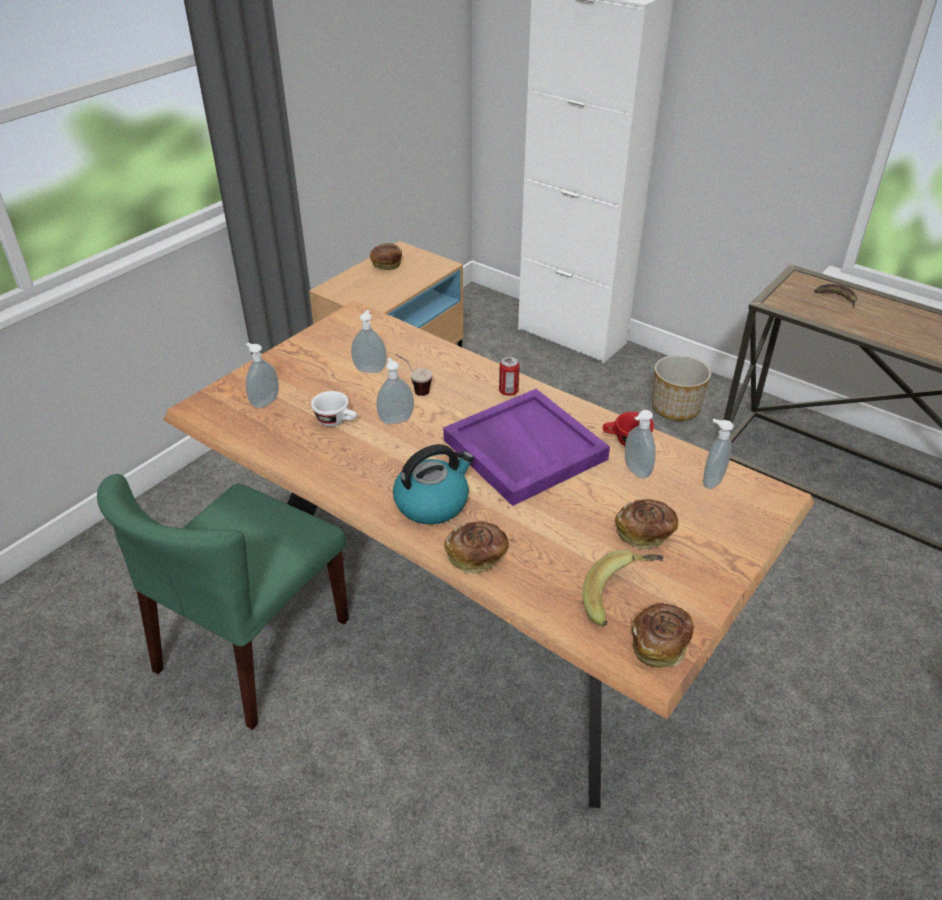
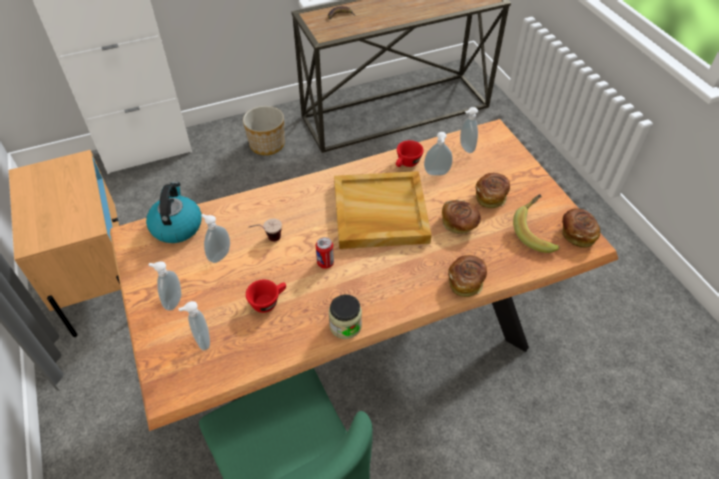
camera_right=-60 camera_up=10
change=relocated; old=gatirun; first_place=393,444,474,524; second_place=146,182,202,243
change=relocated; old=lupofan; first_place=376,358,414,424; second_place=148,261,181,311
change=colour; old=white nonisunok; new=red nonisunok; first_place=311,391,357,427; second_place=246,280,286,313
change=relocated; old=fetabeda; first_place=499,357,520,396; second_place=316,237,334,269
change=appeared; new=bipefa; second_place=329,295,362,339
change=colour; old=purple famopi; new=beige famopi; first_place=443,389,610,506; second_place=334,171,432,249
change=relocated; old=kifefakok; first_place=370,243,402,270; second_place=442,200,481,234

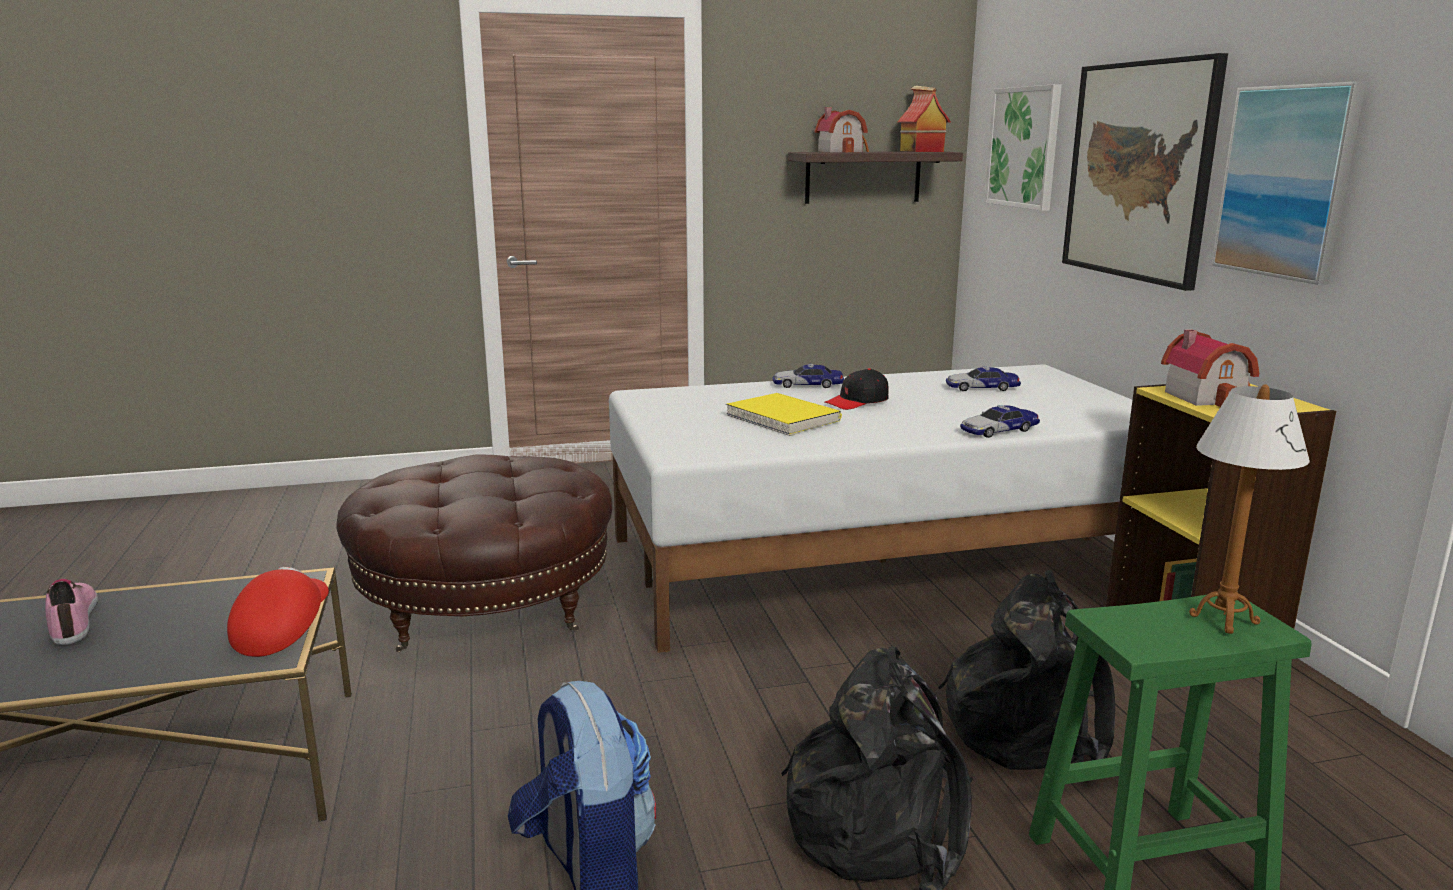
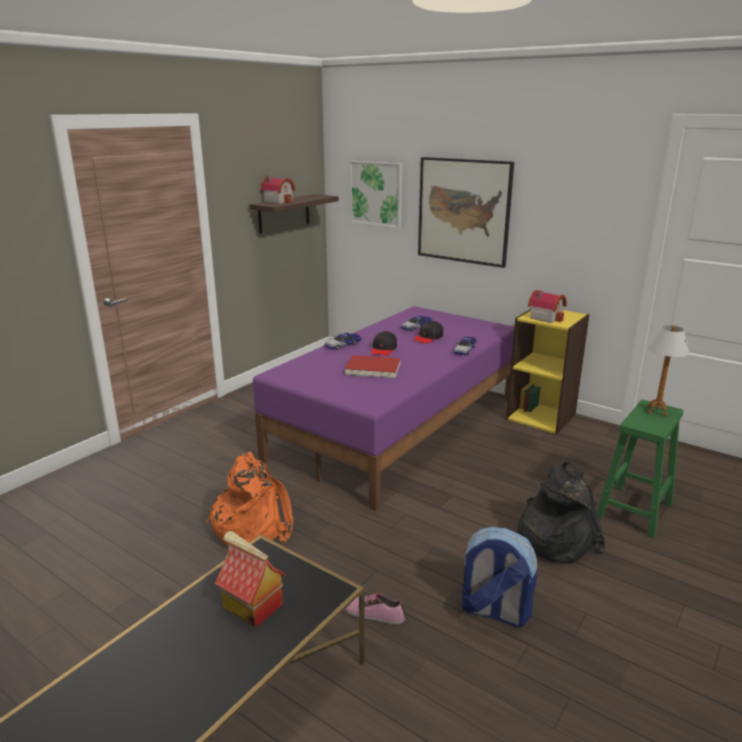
camera_right=-40 camera_up=5
change=exchanged; old=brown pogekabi; new=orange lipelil; first_place=336,454,613,652; second_place=206,452,293,546
change=relocated; old=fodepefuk; first_place=897,86,951,152; second_place=215,531,286,627
change=colour; old=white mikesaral; new=purple mikesaral; first_place=609,364,1132,653; second_place=253,306,515,511
change=relocated; old=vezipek; first_place=45,579,98,645; second_place=344,593,406,624
change=colour; old=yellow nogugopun; new=red nogugopun; first_place=726,393,842,436; second_place=345,355,400,378
change=appeared; new=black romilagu; second_place=413,321,443,344
change=missing; old=red romilagu; first_place=227,567,329,657
change=missing; old=black lipelil; first_place=938,570,1115,770
change=missing; old=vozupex; first_place=1212,81,1366,285

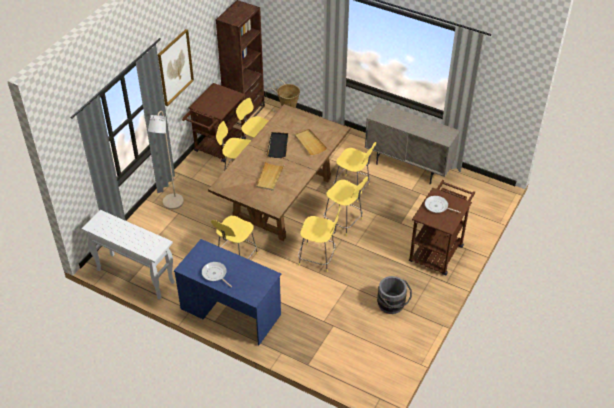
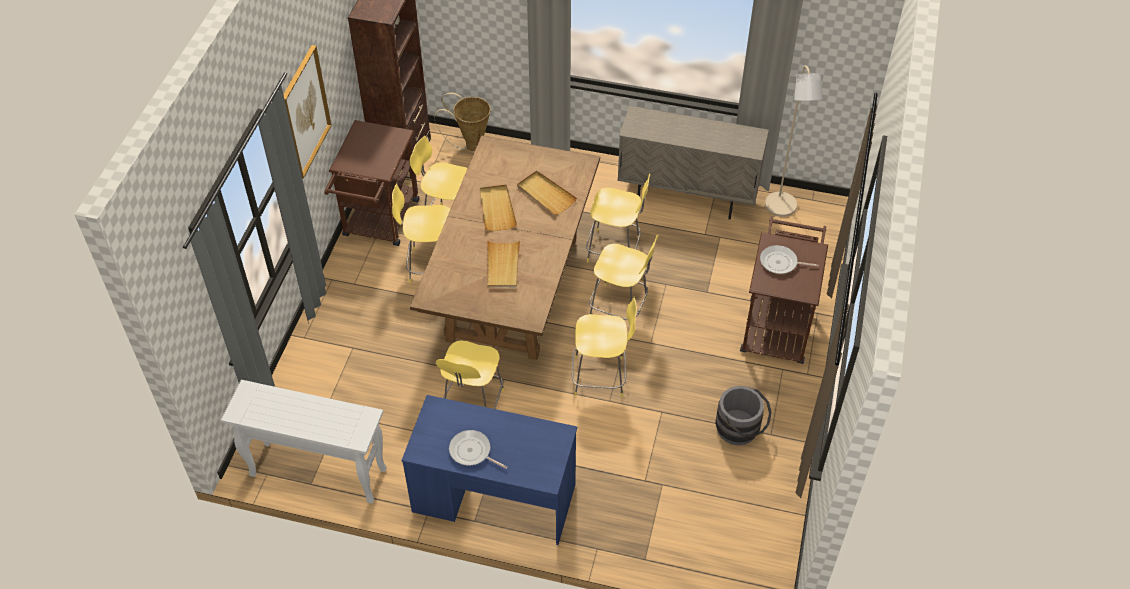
camera_right=-15 camera_up=5
change=colour; old=black famopi; new=beige famopi; first_place=266,132,288,158; second_place=480,184,517,231
change=relocated; old=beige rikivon; first_place=148,111,184,210; second_place=765,66,823,217

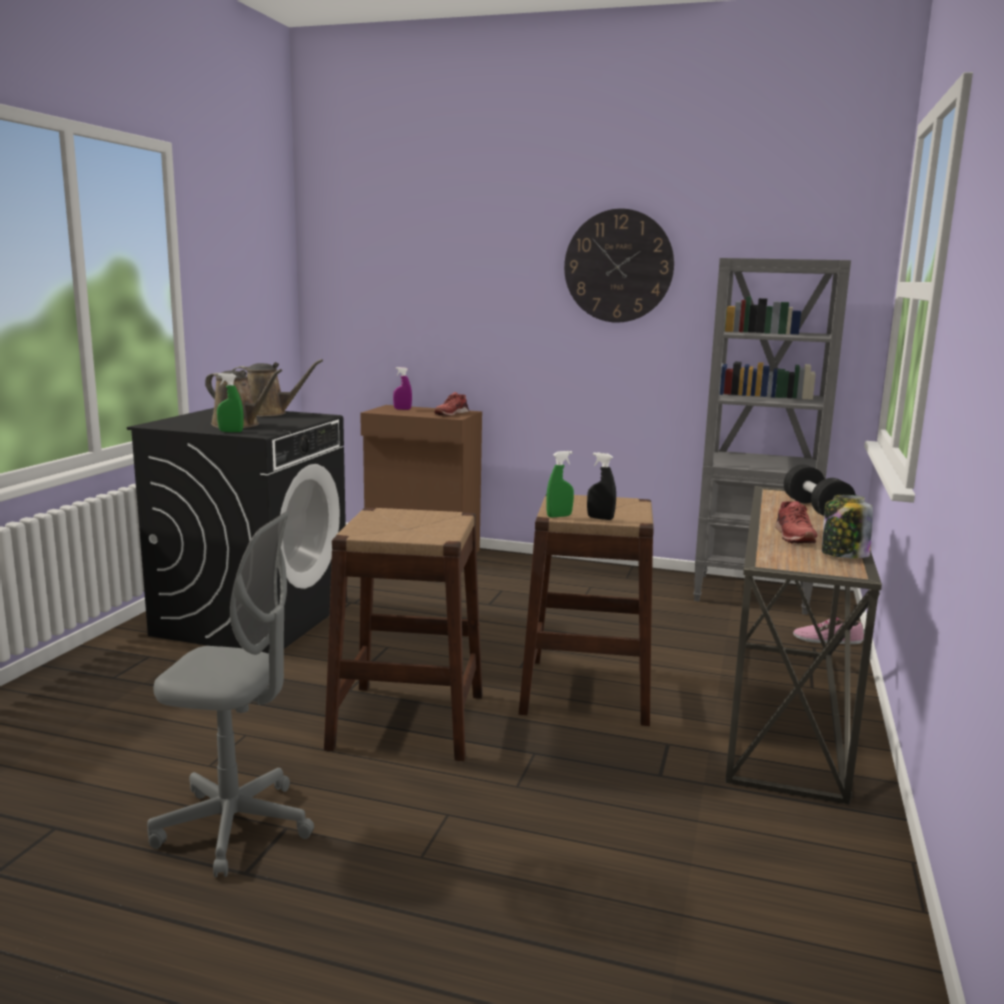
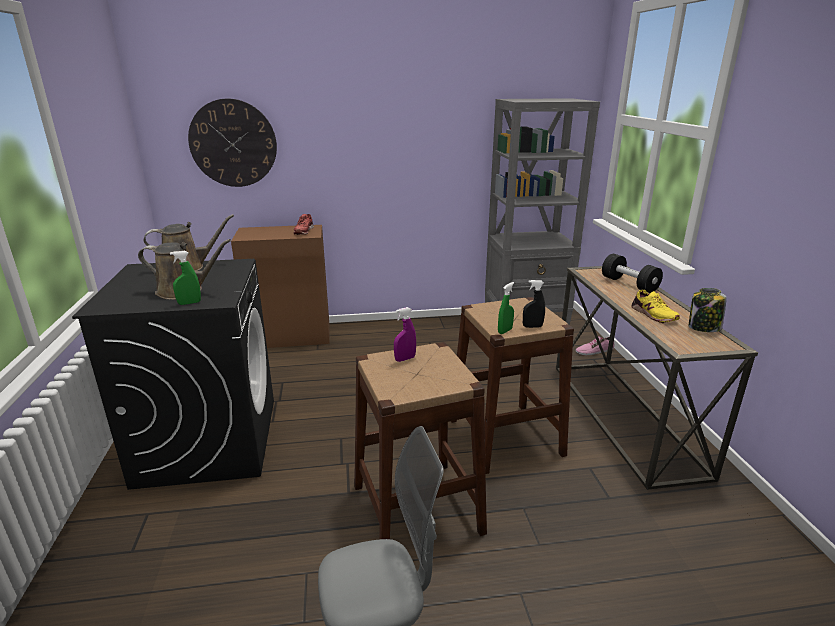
camera_right=-25 camera_up=10
change=relocated; old=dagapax; first_place=564,209,674,323; second_place=188,98,277,187
change=relocated; old=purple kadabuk; first_place=393,367,412,410; second_place=394,307,416,362
change=colour; old=red vezipek; new=yellow vezipek; first_place=775,501,817,543; second_place=632,290,680,323

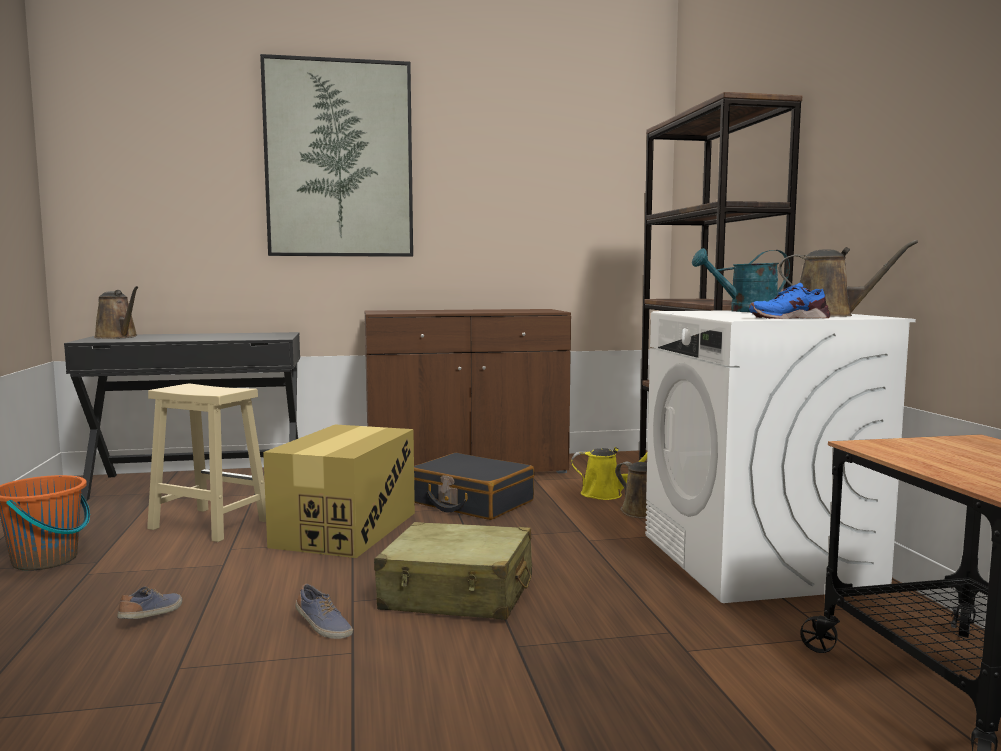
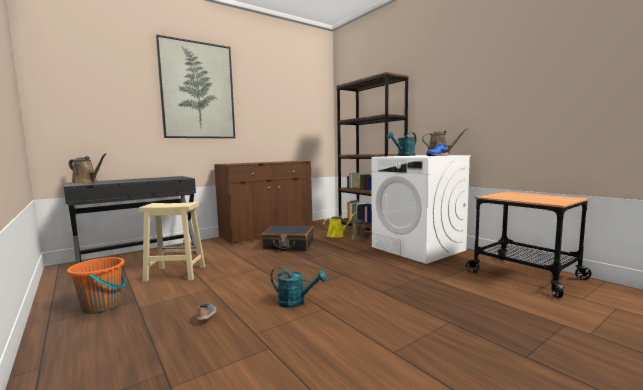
camera_right=-25 camera_up=0
change=exchanged; old=vezipek; new=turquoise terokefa; first_place=296,584,353,639; second_place=271,267,327,308
change=missing; old=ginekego; first_place=263,424,415,558
change=missing; old=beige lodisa; first_place=374,522,532,620

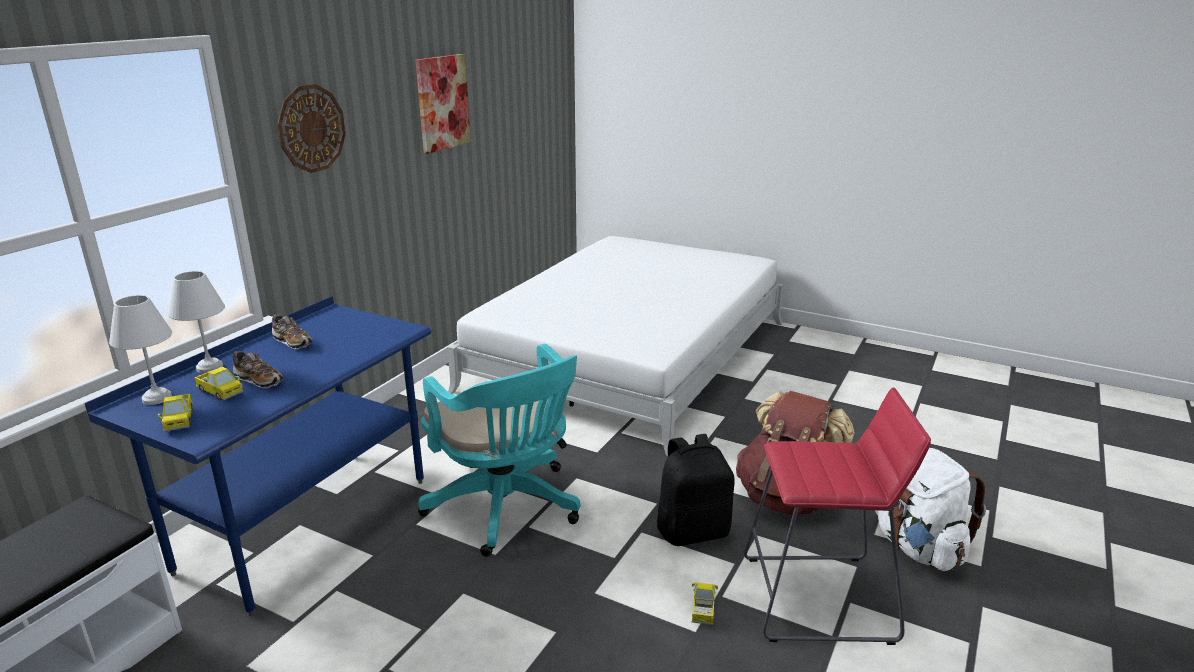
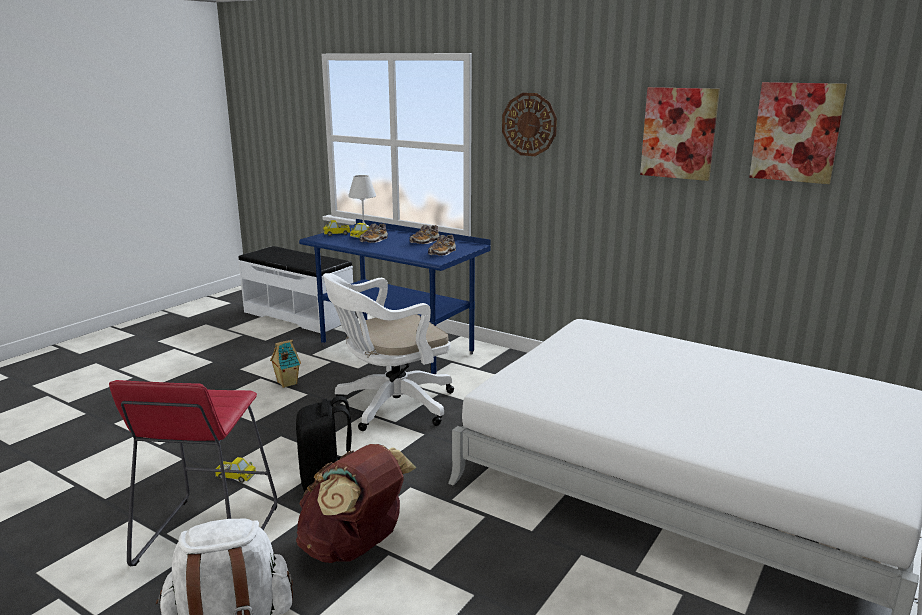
camera_right=95 camera_up=-5
change=appeared; new=fodepefuk; second_place=270,340,301,388
change=colour; old=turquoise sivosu; new=white sivosu; first_place=418,344,580,557; second_place=323,273,454,431
change=appeared; new=vezipek; second_place=428,235,456,256
change=appeared; new=vozupex; second_place=749,82,847,184
change=missing; old=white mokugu; first_place=168,271,225,373

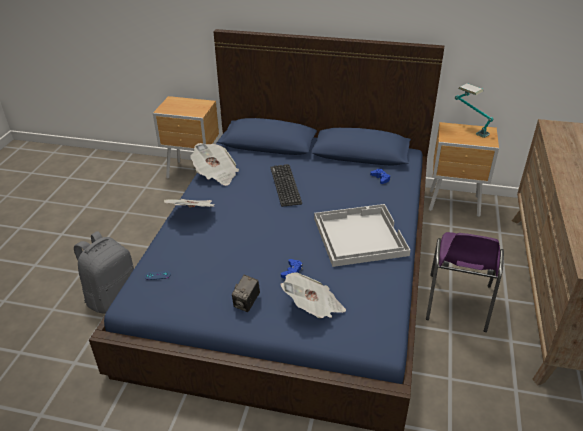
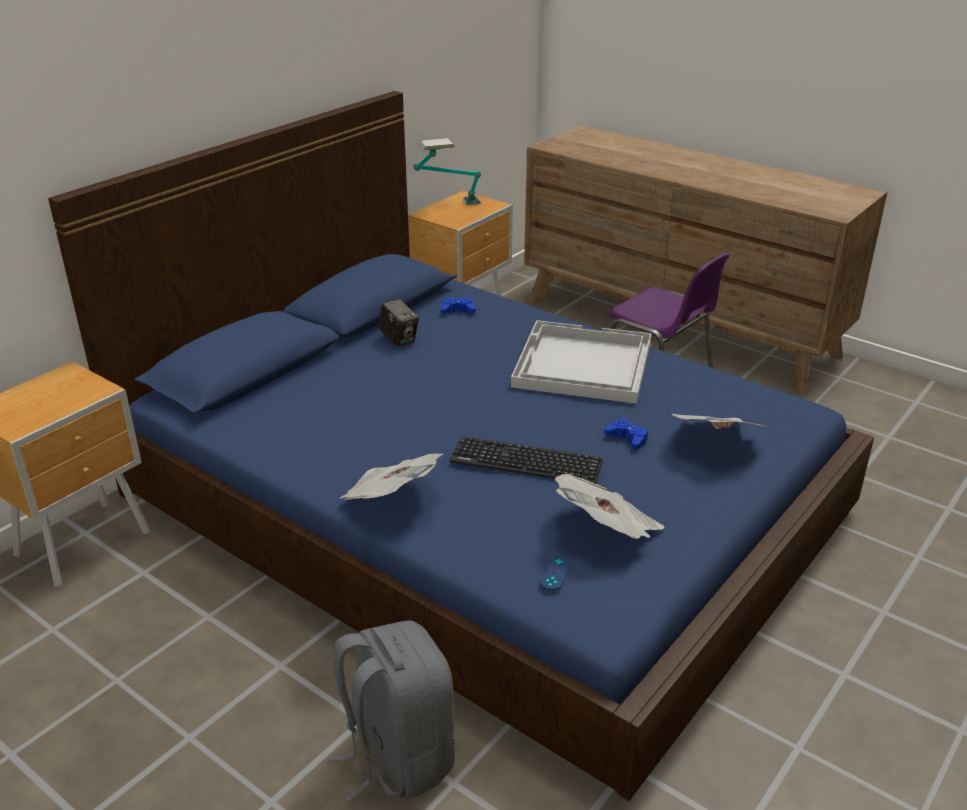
camera_right=-65 camera_up=-5
change=relocated; old=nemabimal; first_place=232,275,260,312; second_place=378,299,419,346
change=relocated; old=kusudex; first_place=270,164,302,207; second_place=449,437,603,484
change=relocated; old=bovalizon; first_place=190,143,239,186; second_place=555,474,665,539

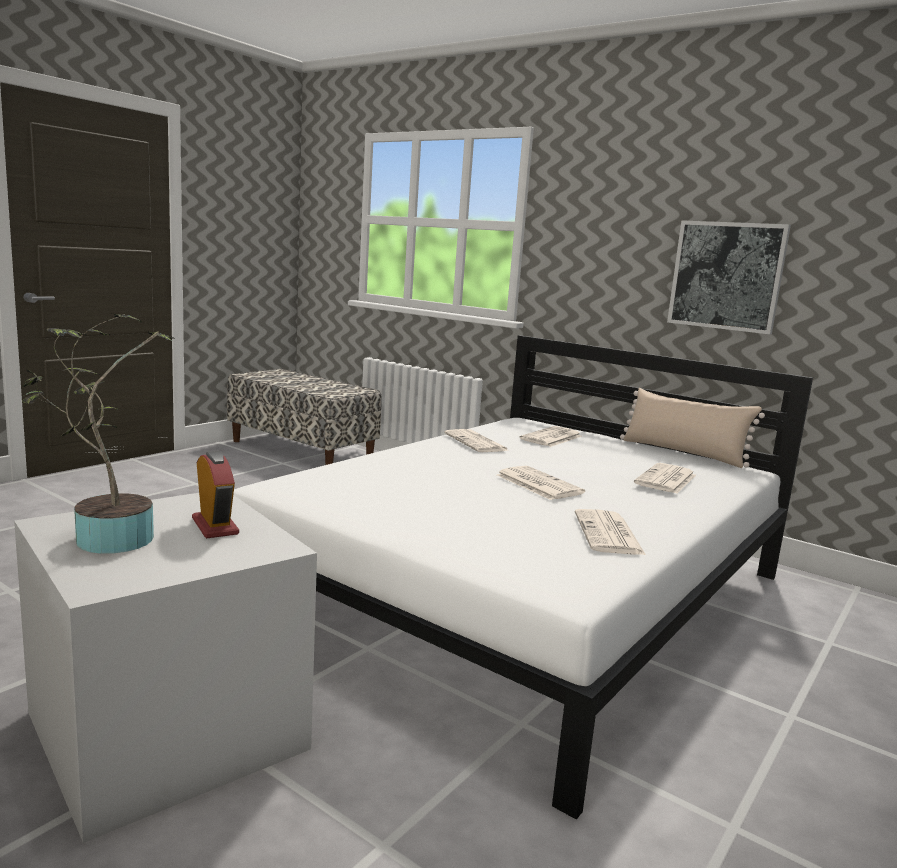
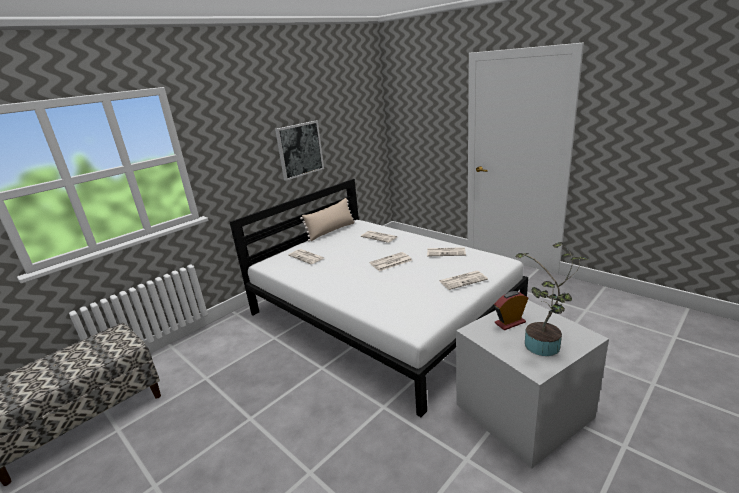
camera_right=-80 camera_up=10
change=relocated; old=bovalizon; first_place=444,429,509,452; second_place=439,271,488,290

